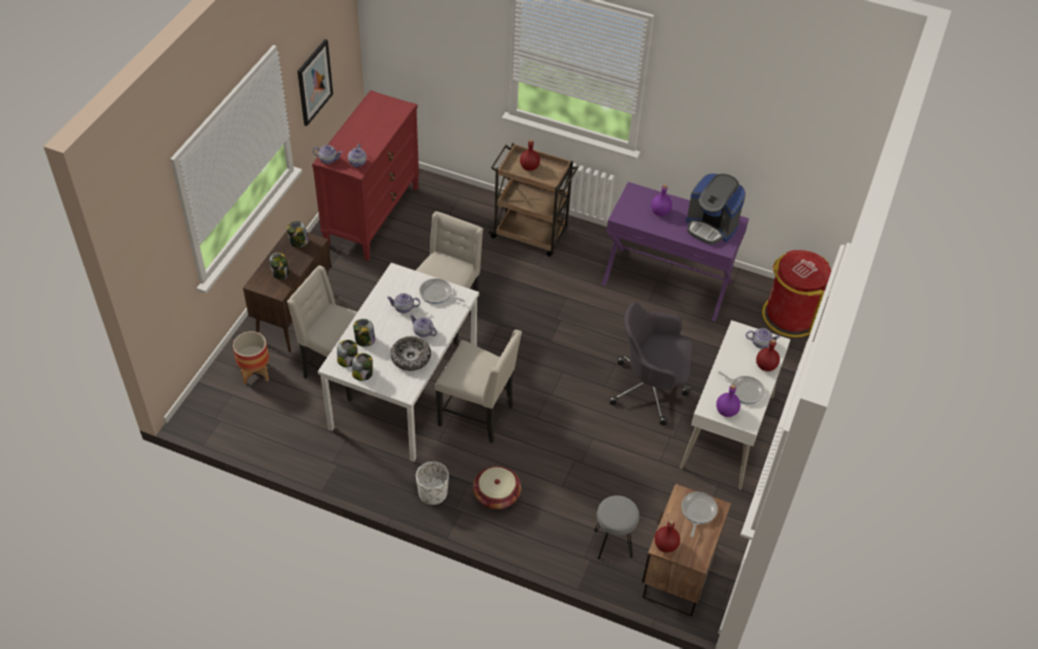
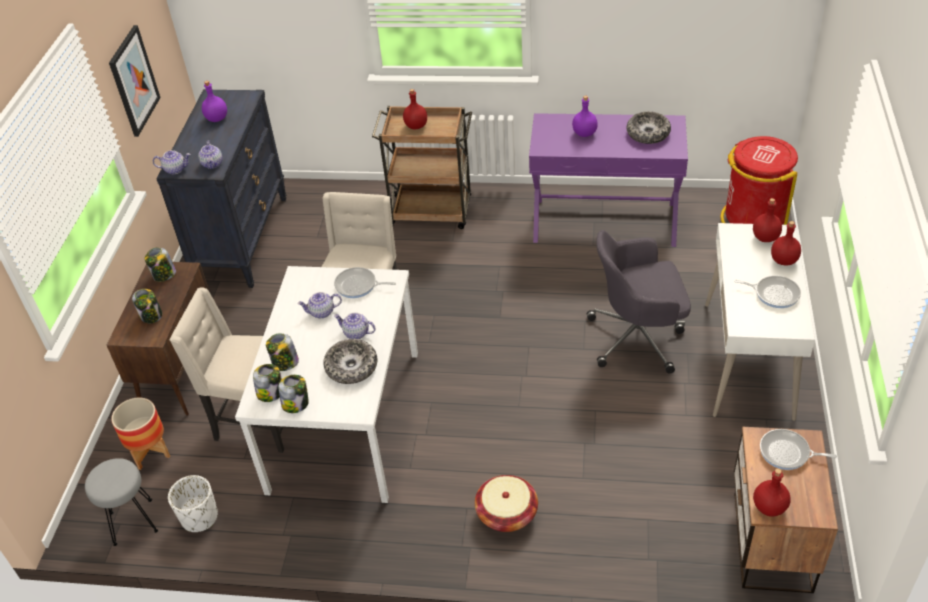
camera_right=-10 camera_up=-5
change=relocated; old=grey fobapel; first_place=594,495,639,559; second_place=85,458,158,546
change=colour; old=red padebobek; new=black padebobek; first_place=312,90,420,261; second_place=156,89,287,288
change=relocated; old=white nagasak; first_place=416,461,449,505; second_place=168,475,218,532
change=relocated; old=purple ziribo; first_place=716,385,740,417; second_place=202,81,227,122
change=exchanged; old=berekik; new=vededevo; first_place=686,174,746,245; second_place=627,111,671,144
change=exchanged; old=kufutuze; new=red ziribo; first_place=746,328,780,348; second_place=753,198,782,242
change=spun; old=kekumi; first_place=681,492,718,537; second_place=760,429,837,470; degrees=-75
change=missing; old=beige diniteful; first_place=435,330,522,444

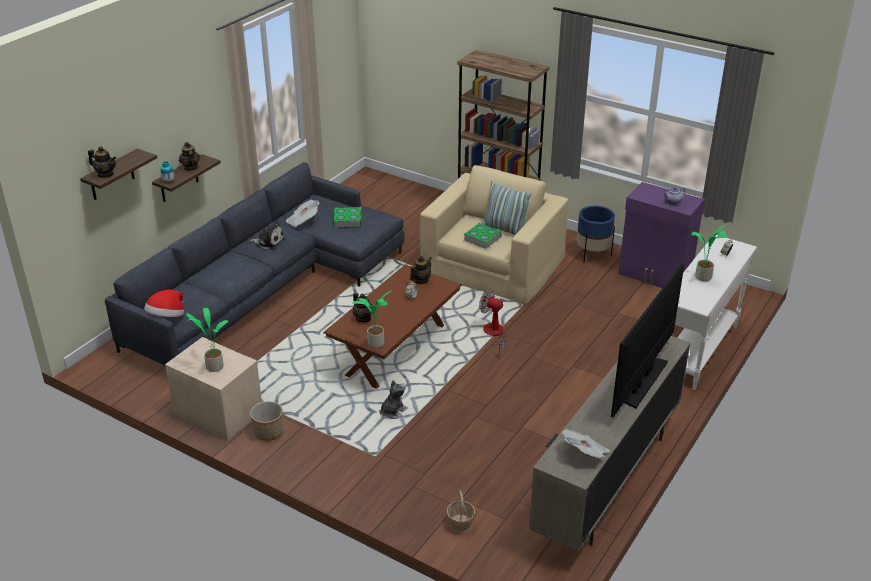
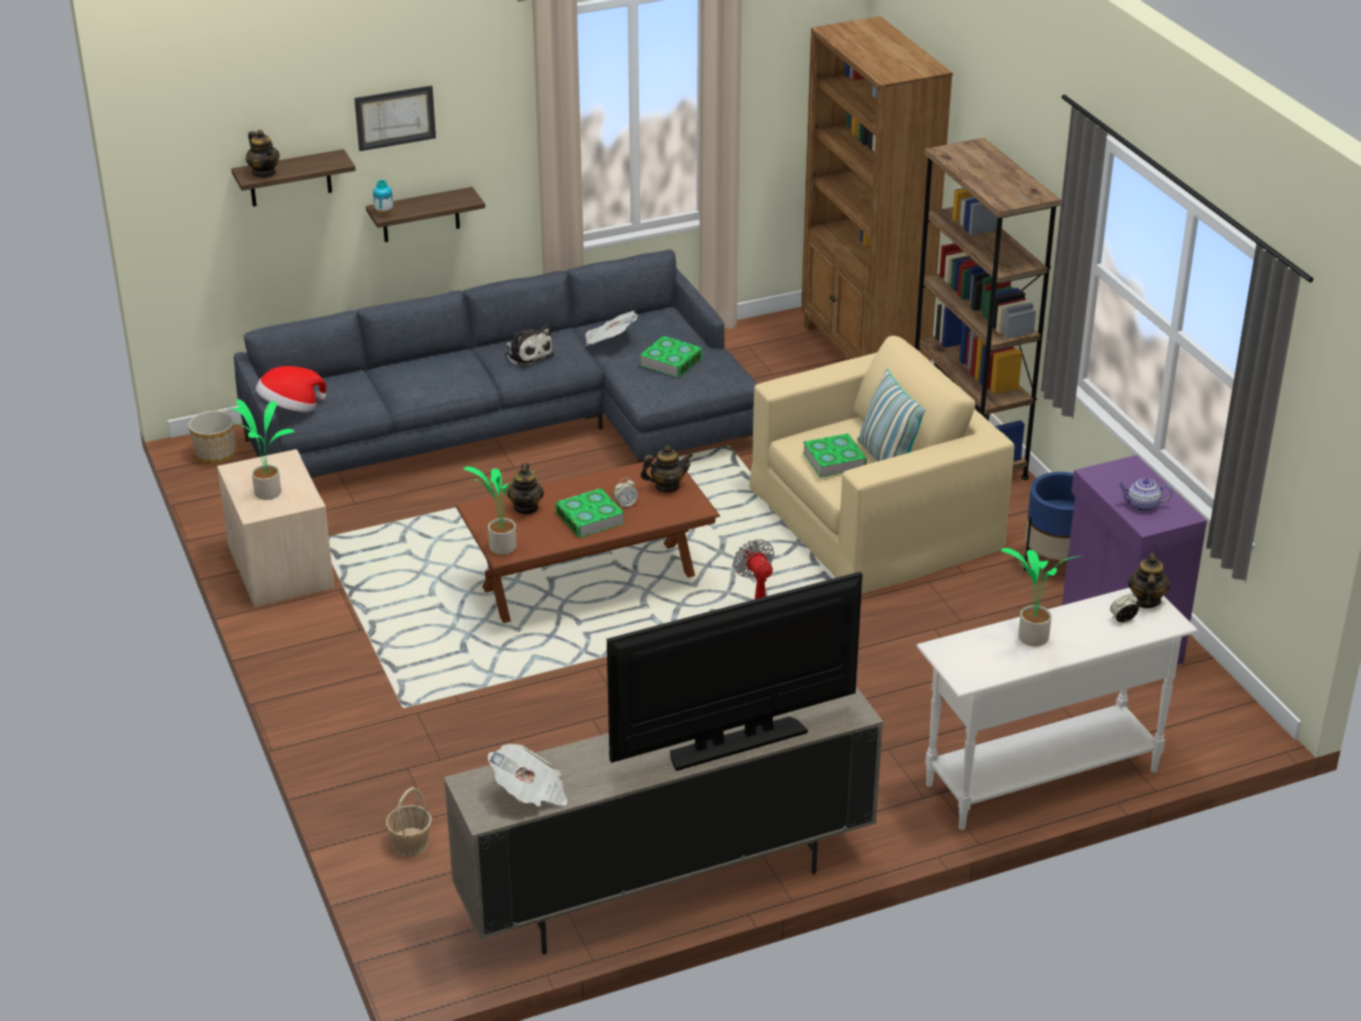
camera_right=35 camera_up=0
change=relocated; old=nagasak; first_place=250,401,283,441; second_place=189,411,236,464
change=appeared; new=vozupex; second_place=354,85,436,151
change=appeared; new=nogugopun; second_place=556,488,625,538
change=appeared; new=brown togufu; second_place=801,16,953,362
change=relocated; old=kufutuze; first_place=179,142,200,171; second_place=1128,552,1171,608
change=missing; old=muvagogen; first_place=379,380,408,419

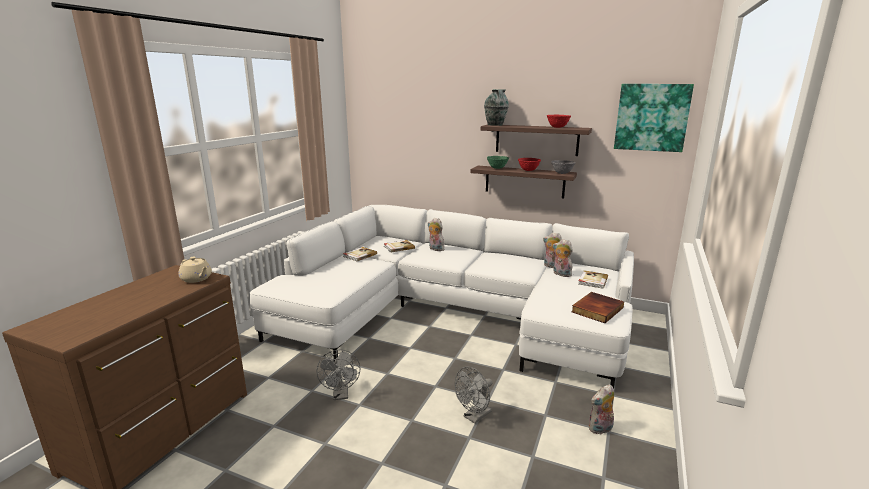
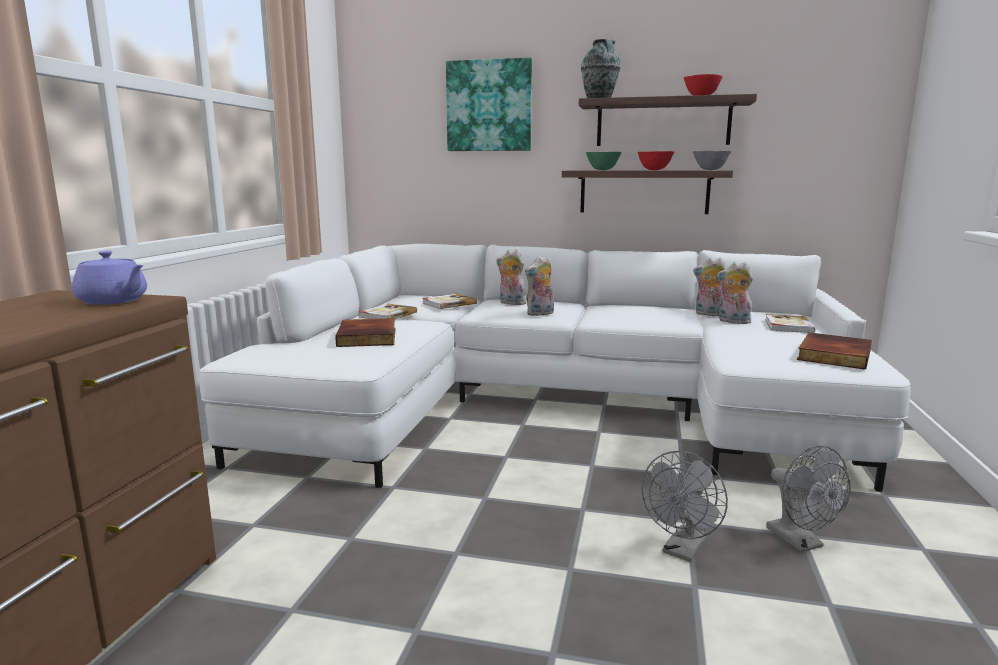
camera_right=-10 camera_up=-5
change=colour; old=beige kufutuze; new=purple kufutuze; first_place=178,257,212,283; second_place=72,251,147,305
change=appeared; new=nogugopun; second_place=335,318,396,347
change=relocated; old=vozupex; first_place=614,84,694,152; second_place=446,57,532,151
change=relocated; old=muvagogen; first_place=588,384,614,435; second_place=525,255,554,316
change=relocated; old=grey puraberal; first_place=316,350,360,400; second_place=766,445,851,552

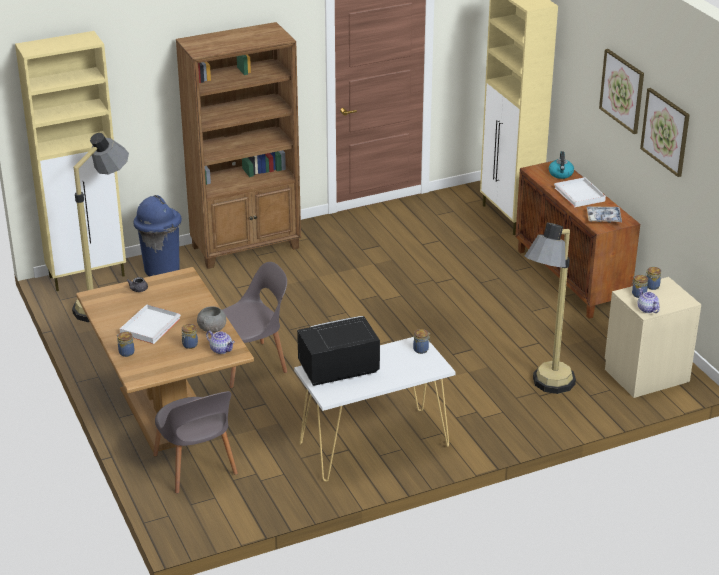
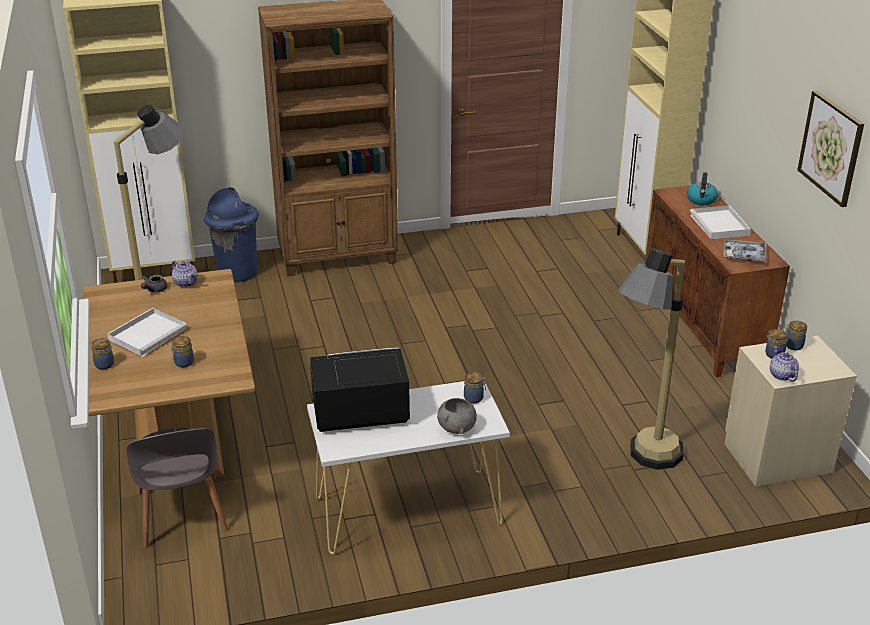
camera_right=10 camera_up=0
change=relocated; old=kufutuze; first_place=206,331,235,354; second_place=172,260,198,287
change=relocated; old=grey vededevo; first_place=197,306,226,333; second_place=437,398,477,434
change=missing; old=grey diniteful; first_place=223,262,287,388
change=missing; old=vozupex; first_place=599,49,644,134

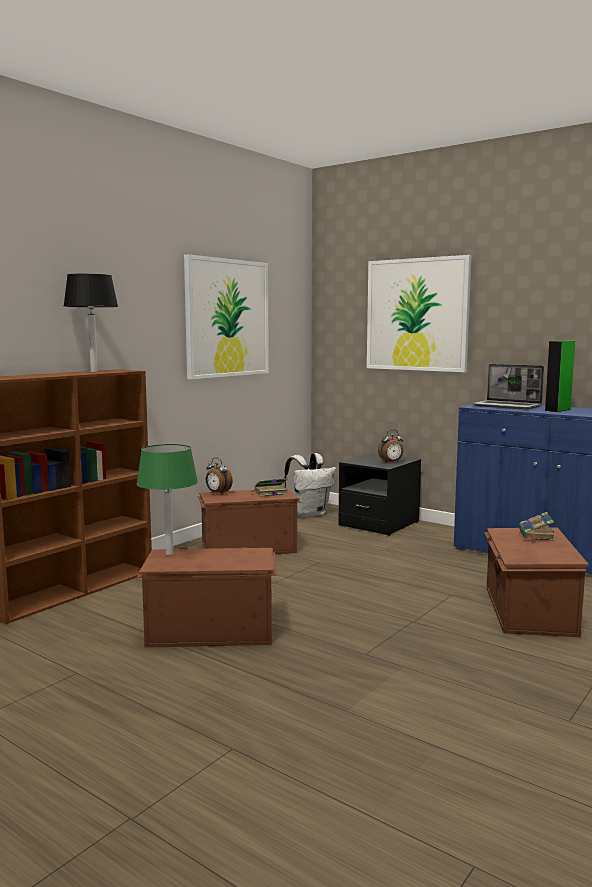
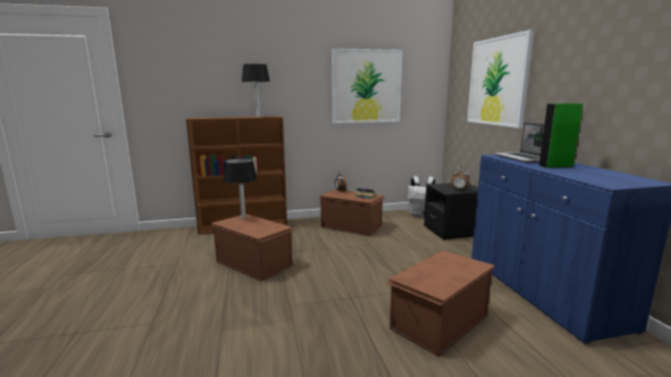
camera_right=40 camera_up=5
change=colour; old=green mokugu; new=black mokugu; first_place=136,444,198,555; second_place=223,158,258,219
change=missing; old=nogugopun; first_place=519,512,556,541

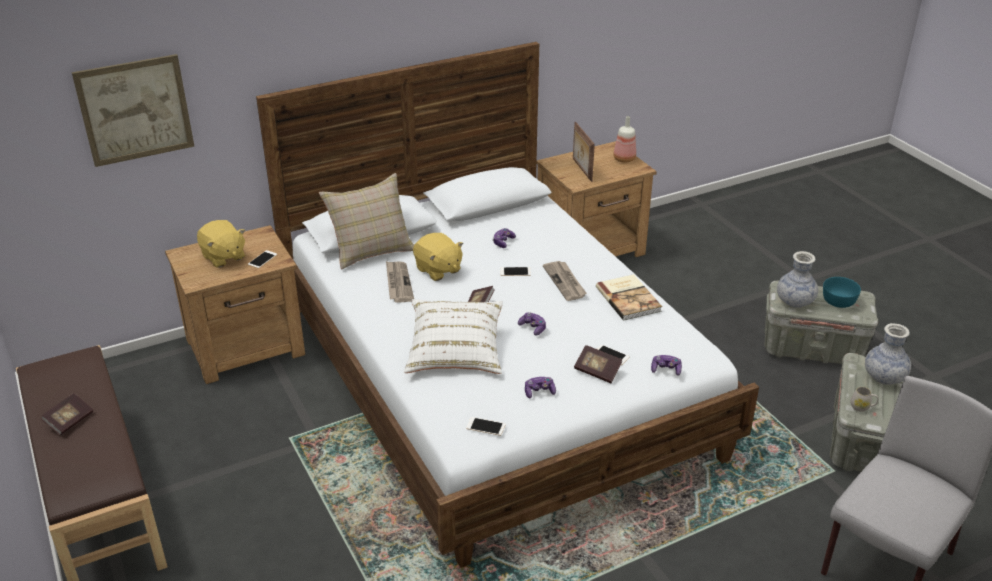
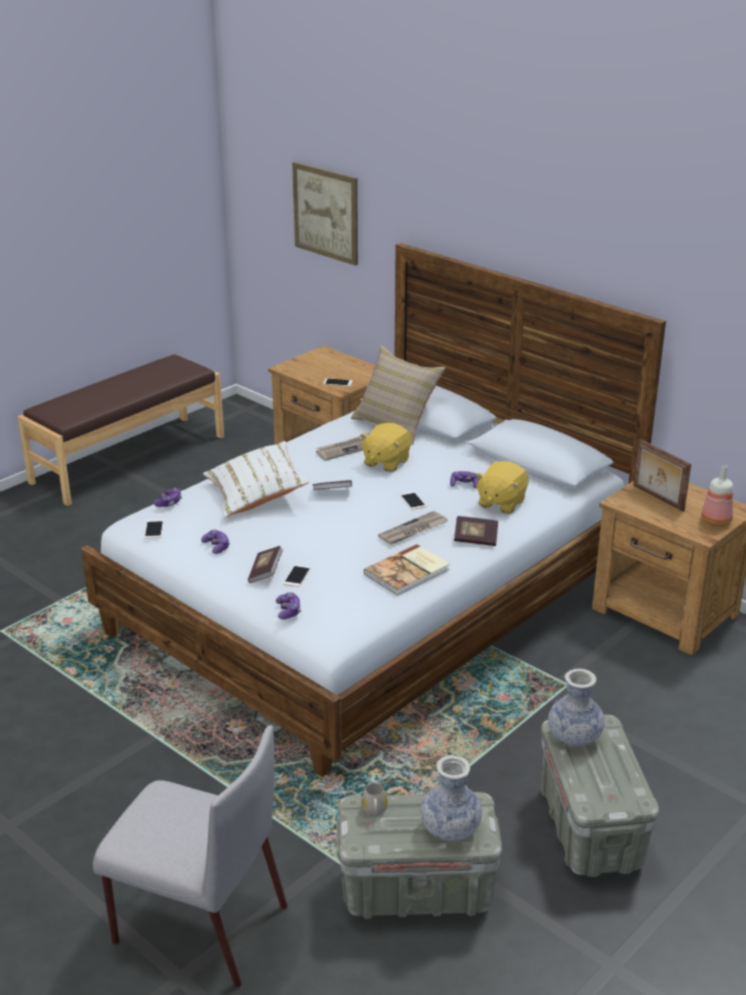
camera_right=70 camera_up=-5
change=relocated; old=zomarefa; first_place=518,312,546,336; second_place=153,488,182,507
change=relocated; old=nogugopun; first_place=41,393,93,435; second_place=454,516,498,546
change=relocated; old=yellow muvagogen; first_place=197,220,245,268; second_place=475,461,528,514
change=spun; old=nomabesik; first_place=573,122,595,182; second_place=633,439,691,512; degrees=-90
change=missing; old=turquoise vededevo; first_place=823,277,861,308

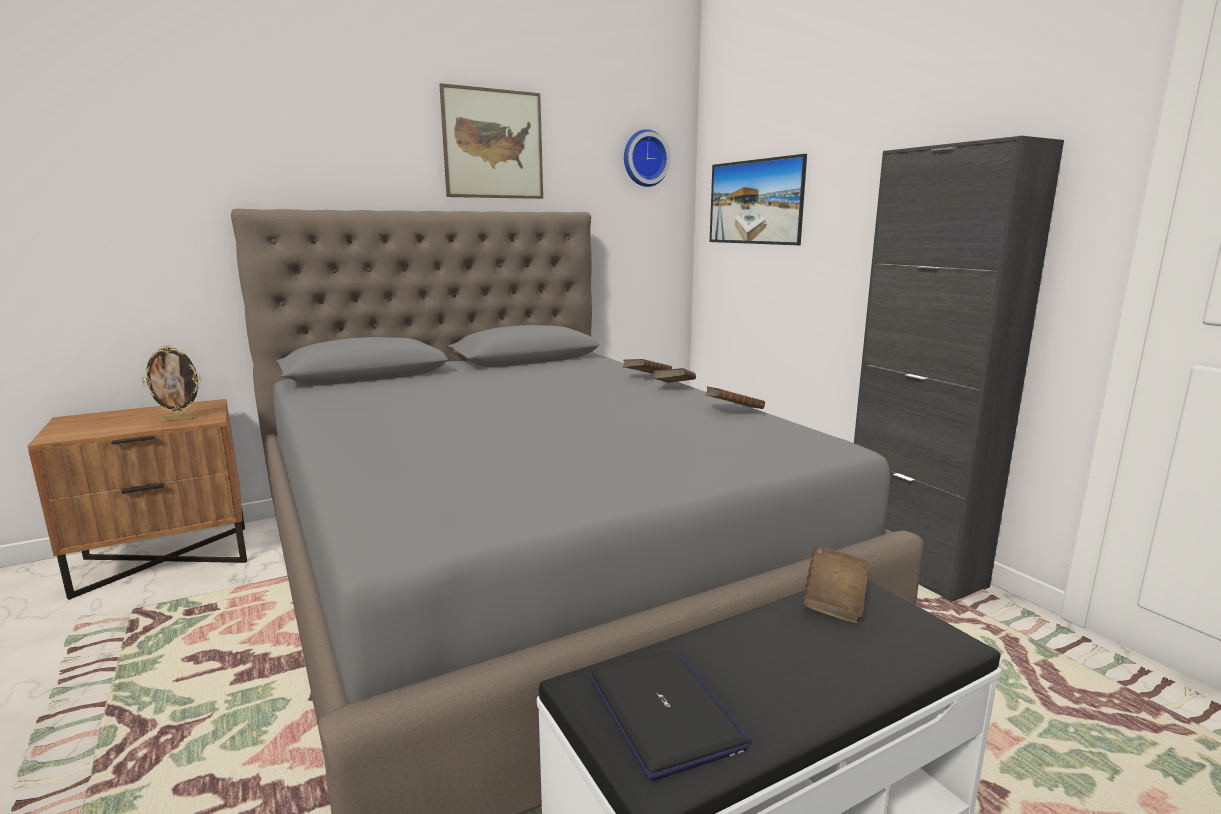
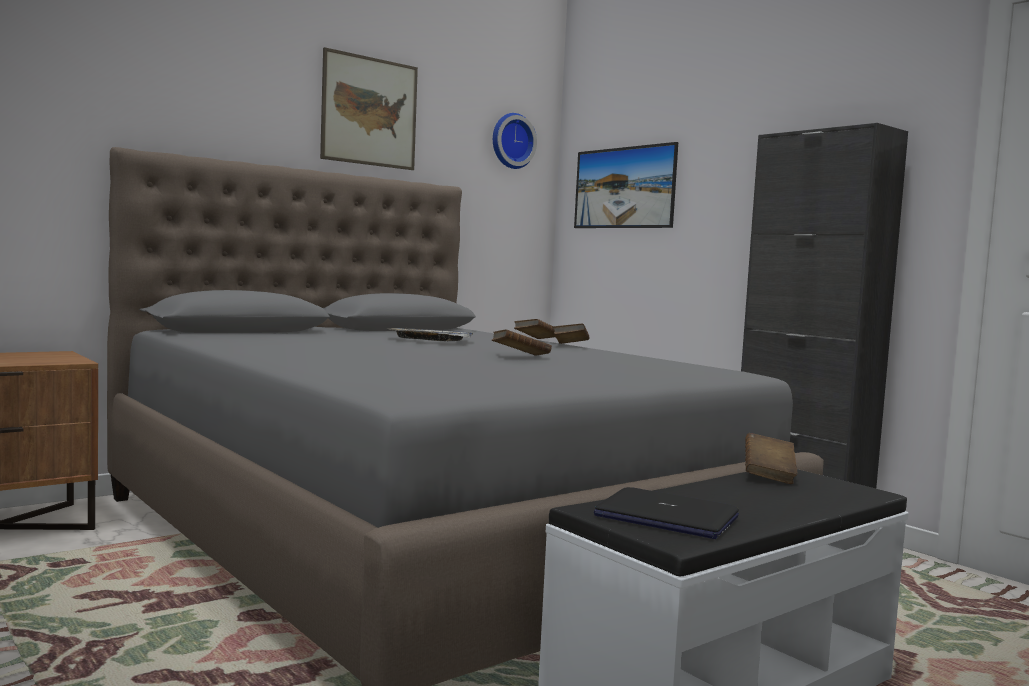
camera_right=-10 camera_up=-10
change=appeared; new=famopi; second_place=389,328,473,341
change=relocated; old=brown nogugopun; first_place=705,386,765,409; second_place=492,329,552,355
change=spun; old=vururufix; first_place=590,650,752,780; second_place=594,487,739,539; degrees=150
change=missing; old=nomabesik; first_place=142,345,201,422

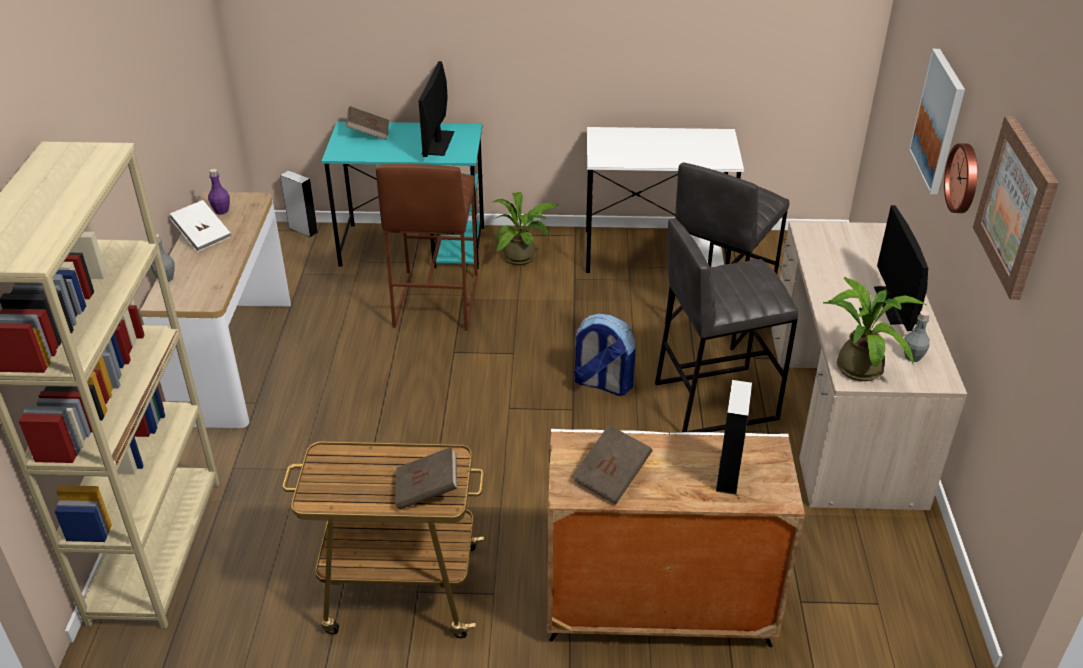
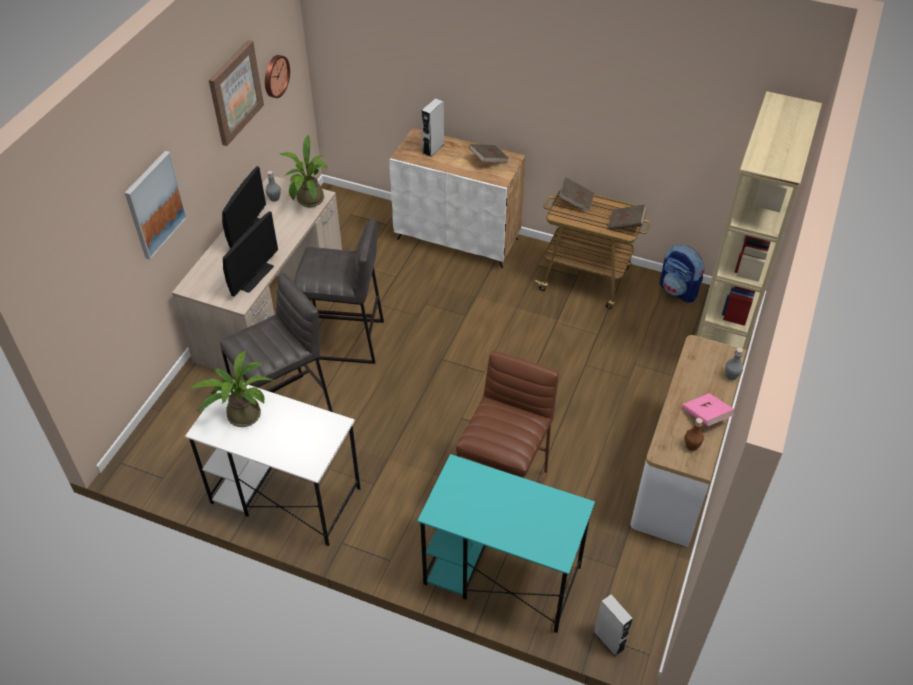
camera_right=-160 camera_up=10
change=relocated; old=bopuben; first_place=492,192,558,265; second_place=189,350,275,427
change=relocated; old=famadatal; first_place=419,61,454,157; second_place=223,211,278,297
change=relocated; old=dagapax; first_place=944,143,977,213; second_place=265,55,290,98
change=relocated; old=brown nogugopun; first_place=346,106,389,140; second_place=608,204,646,230
change=relocated; old=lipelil; first_place=574,314,636,396; second_place=660,245,705,303
change=colour; old=white nogugopun; new=pink nogugopun; first_place=170,200,231,252; second_place=682,393,735,426
change=colour; old=purple ziribo; new=brown ziribo; first_place=208,169,230,215; second_place=685,418,704,451

